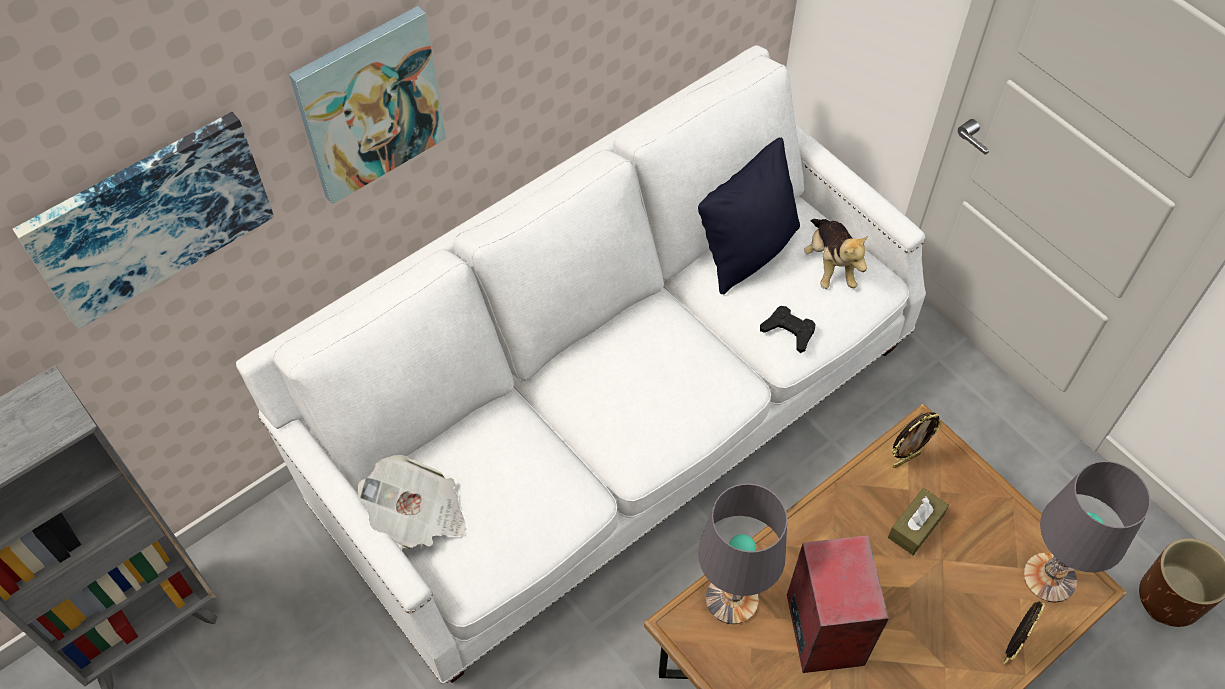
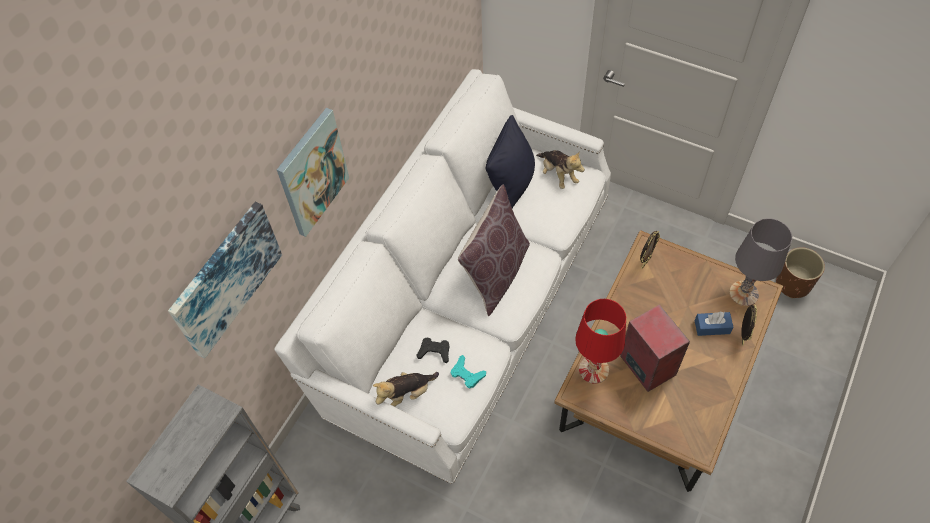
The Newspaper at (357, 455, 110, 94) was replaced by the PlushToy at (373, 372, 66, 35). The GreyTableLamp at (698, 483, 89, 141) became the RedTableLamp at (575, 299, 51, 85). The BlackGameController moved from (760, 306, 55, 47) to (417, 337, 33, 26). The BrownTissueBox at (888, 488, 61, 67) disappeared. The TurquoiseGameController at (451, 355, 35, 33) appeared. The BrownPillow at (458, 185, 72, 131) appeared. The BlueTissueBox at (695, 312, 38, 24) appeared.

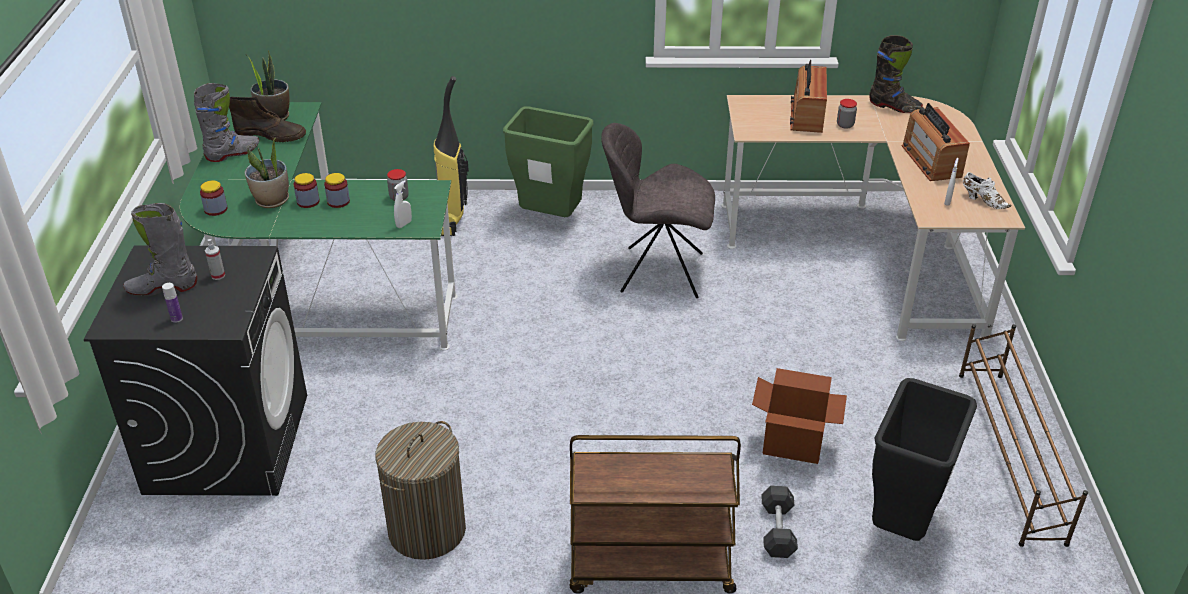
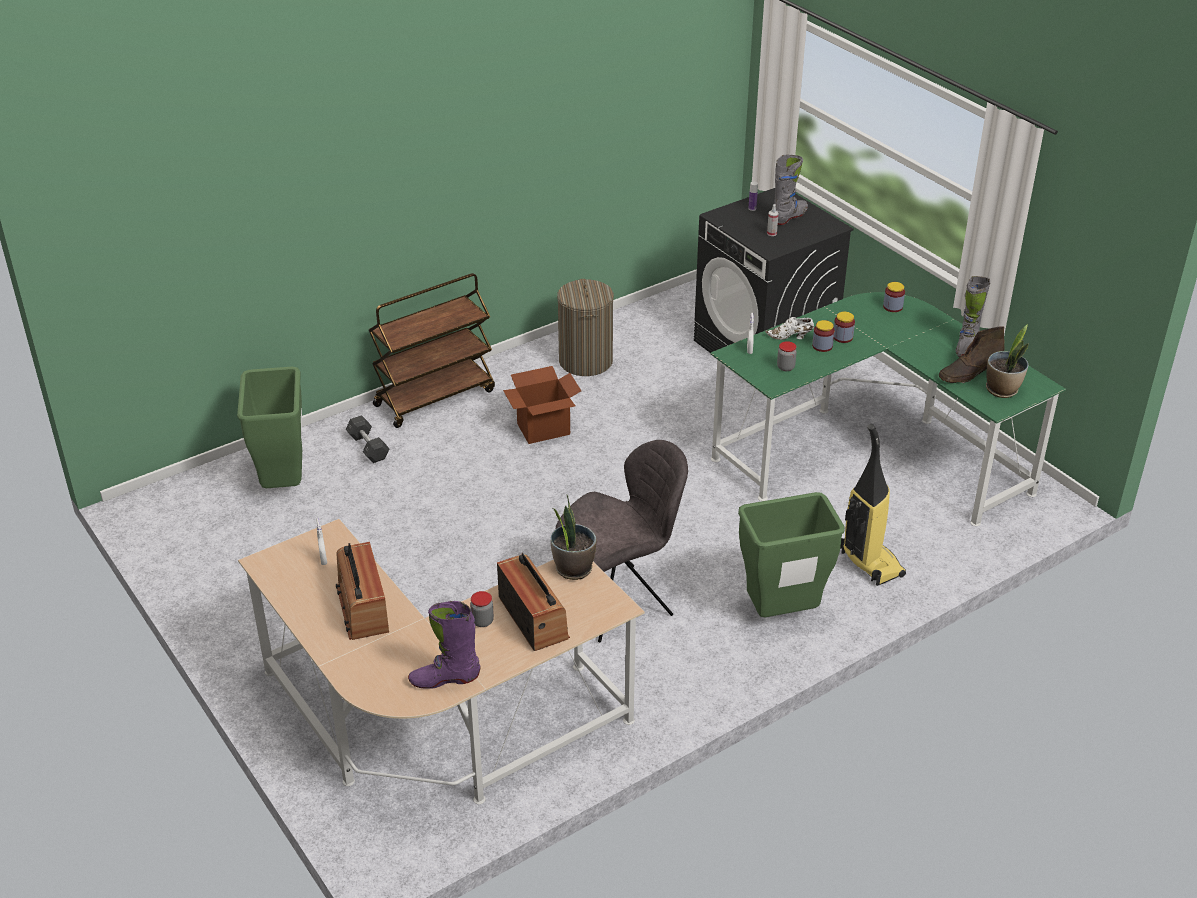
The PottedPlant moved from (245, 138, 44, 70) to (550, 495, 47, 85). The CardboardBox moved from (752, 368, 95, 96) to (503, 366, 78, 78). The BlackBoot at (869, 35, 54, 78) became the PurpleBoot at (408, 601, 73, 88). The BlackTrashCan at (872, 378, 105, 163) became the GreenTrashCan at (237, 367, 65, 121). The Radio at (902, 103, 68, 78) turned 150 degrees counterclockwise. The BrownShoeRack at (959, 324, 129, 223) disappeared. The WhiteShoe moved from (963, 172, 49, 37) to (765, 317, 49, 23).

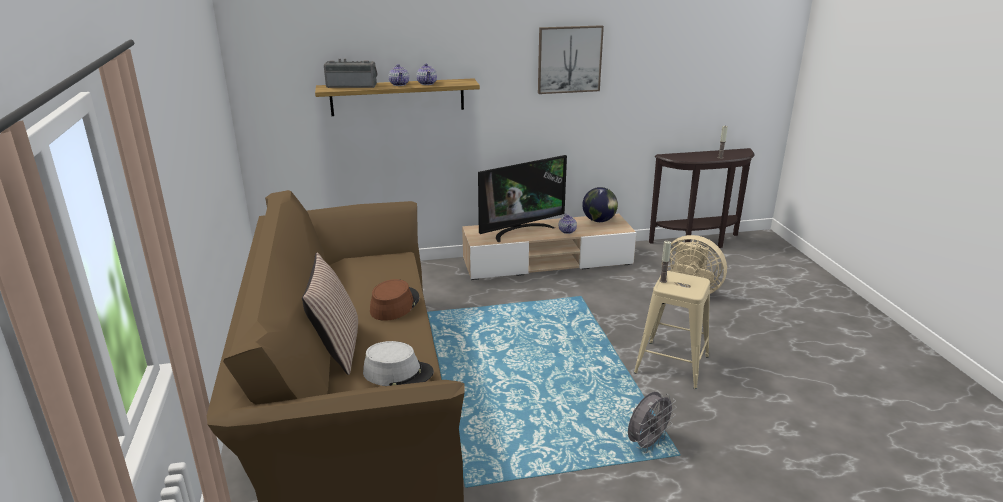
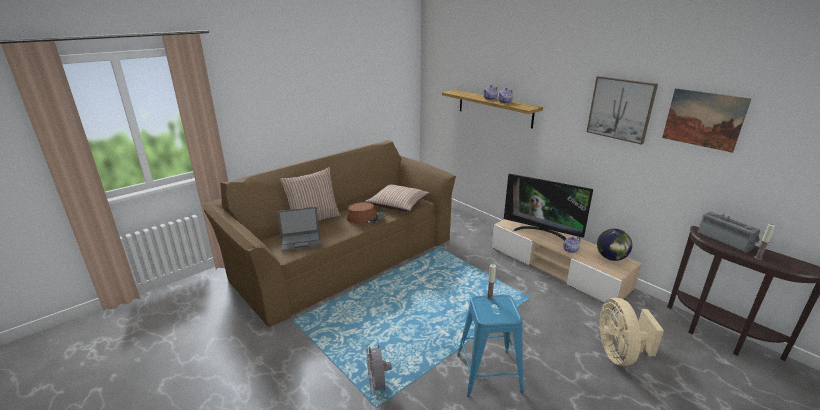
The Radio moved from (324, 59, 53, 29) to (698, 211, 62, 42). The GreyHat at (363, 341, 71, 45) was replaced by the Laptop at (277, 207, 45, 44). The GreyFan at (628, 392, 49, 61) turned 60 degrees clockwise. The BeigeStool at (634, 271, 76, 118) became the BlueStool at (457, 295, 67, 102). The Pillow at (365, 185, 64, 26) appeared. The Picture at (662, 88, 90, 65) appeared.

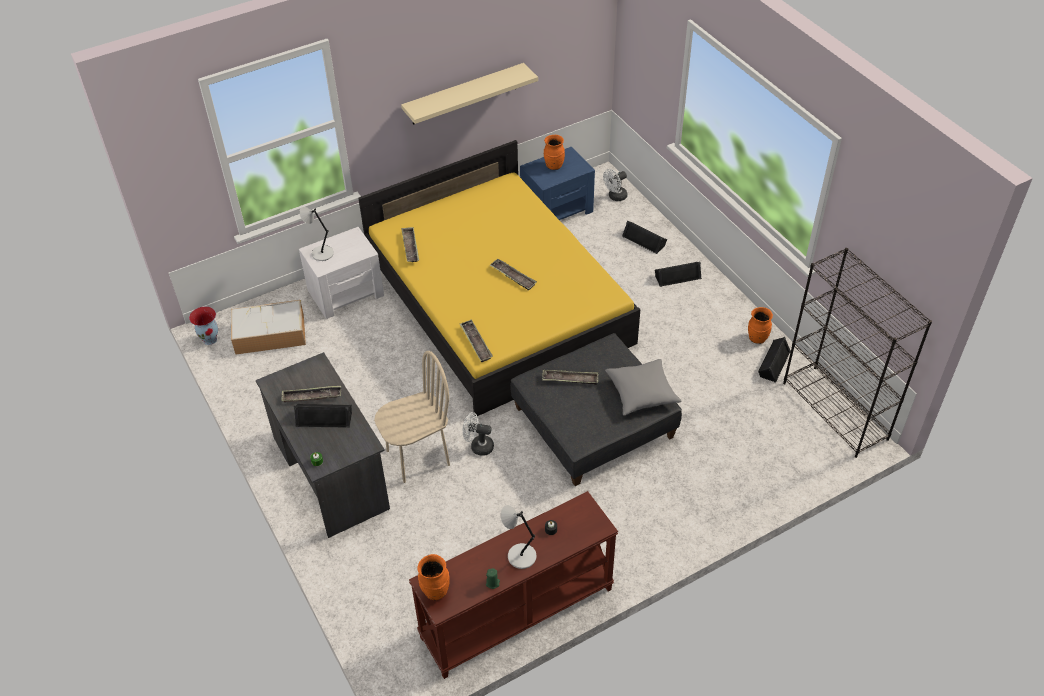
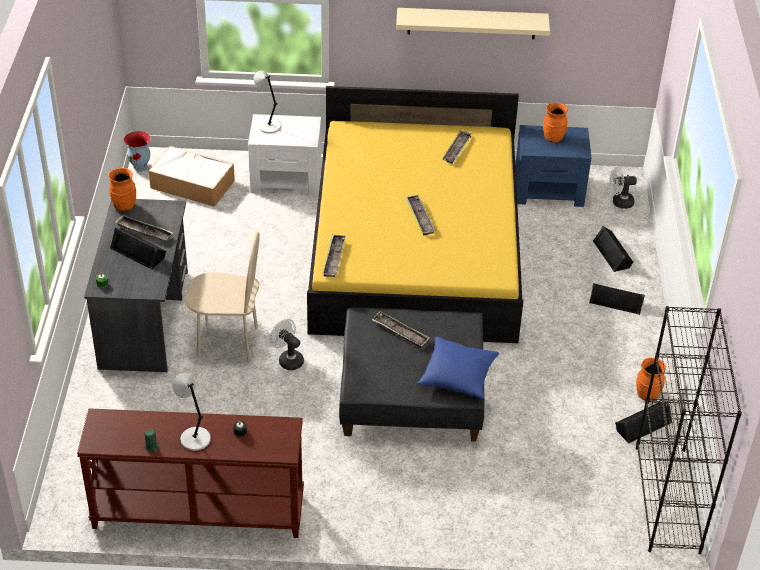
The Tray moved from (401, 227, 18, 35) to (442, 129, 30, 35). The OrangeVase moved from (417, 554, 33, 46) to (108, 168, 28, 43). The GreyPillow at (605, 359, 76, 57) became the BluePillow at (417, 337, 82, 62).

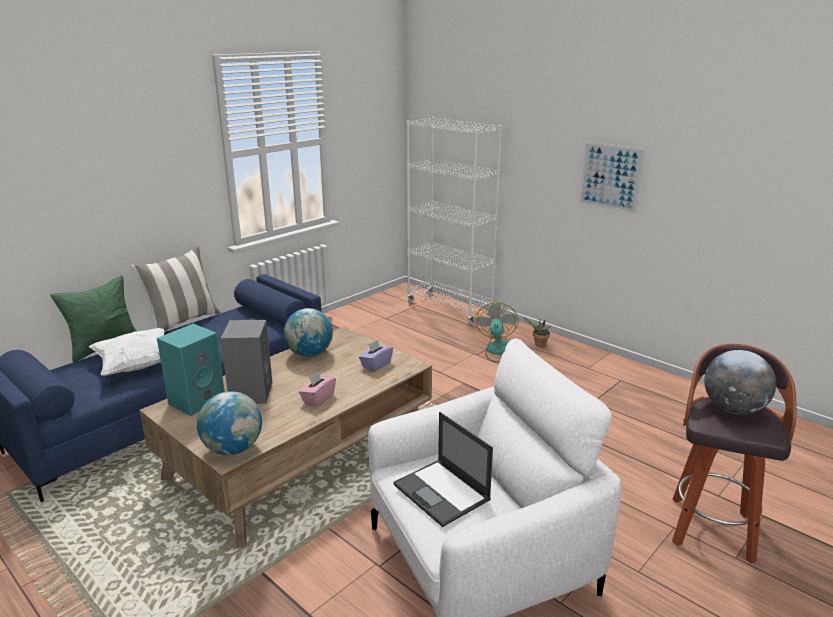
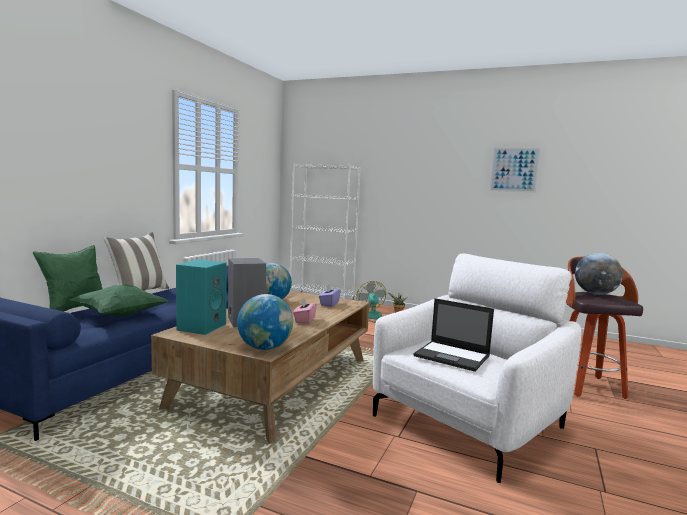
The WhitePillow at (89, 328, 75, 48) became the GreenPillow at (70, 284, 98, 33). The Picture moved from (579, 142, 66, 72) to (490, 147, 50, 46).

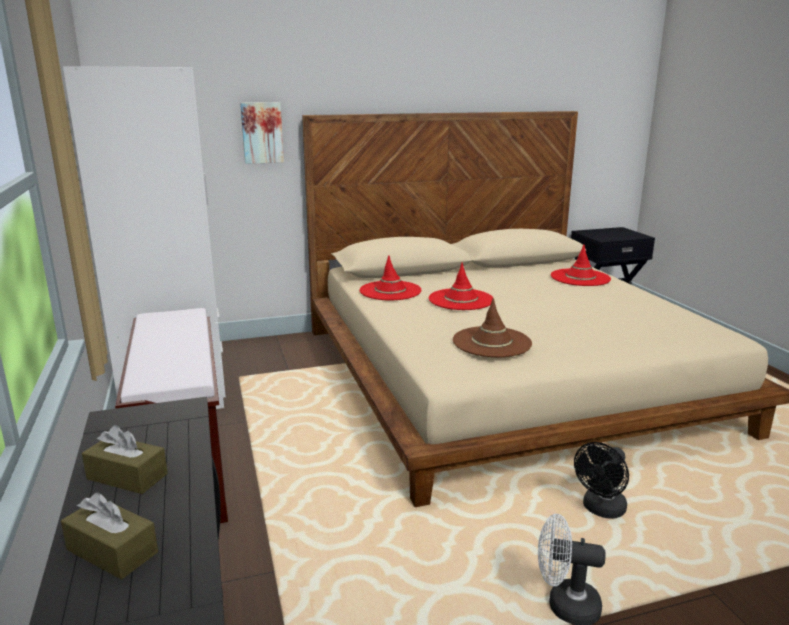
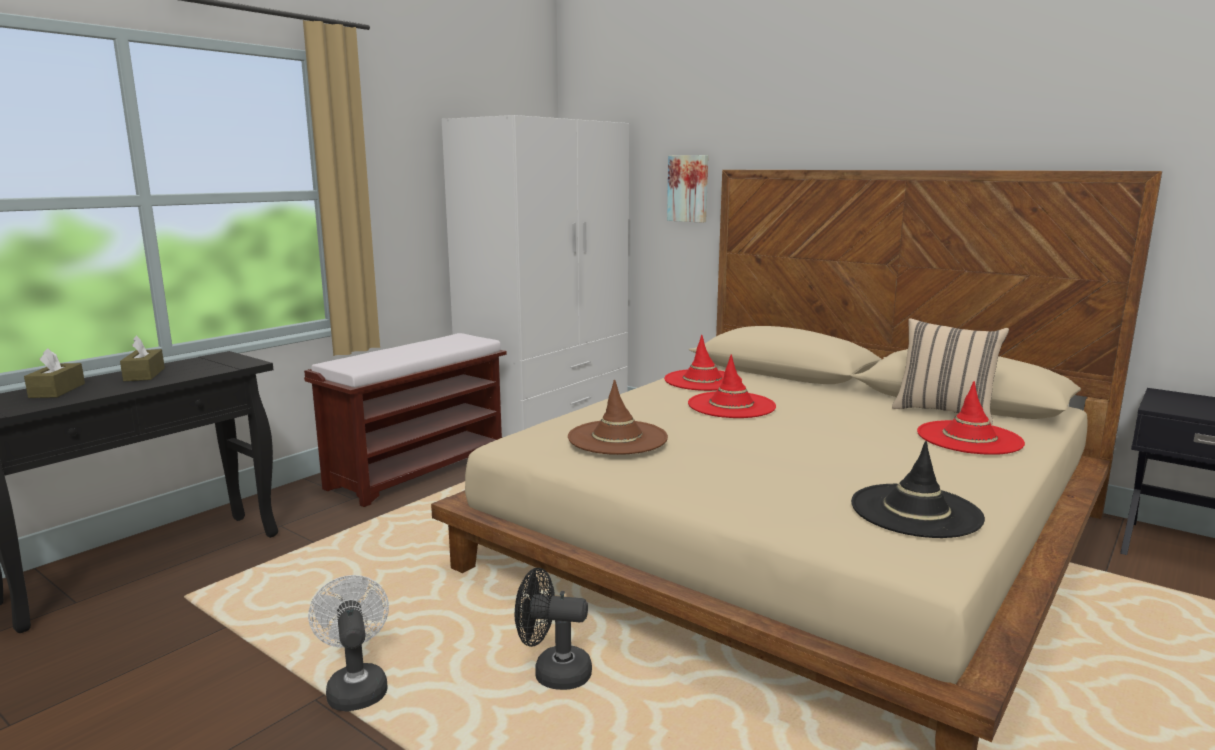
The BlackHat at (851, 441, 134, 97) appeared. The BeigePillow at (892, 318, 117, 106) appeared.

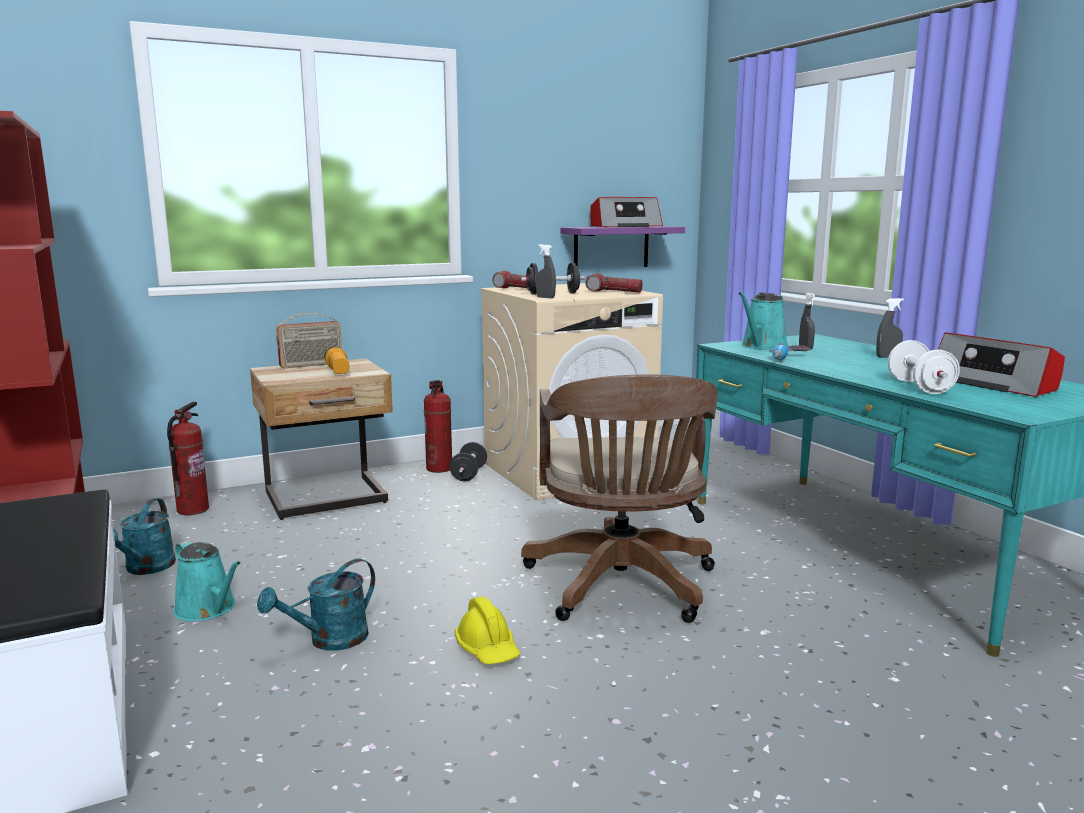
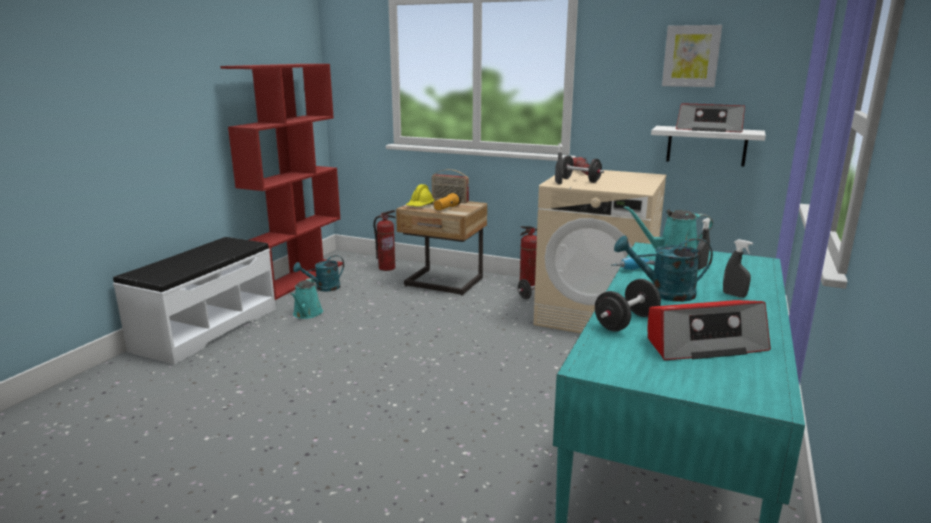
The TurquoiseWateringCan moved from (257, 558, 118, 93) to (614, 236, 99, 66). The YellowHardHat moved from (455, 596, 65, 68) to (406, 184, 29, 23). The BrownOfficeChair at (521, 374, 197, 249) disappeared. The PurpleShelf at (560, 226, 125, 41) became the WhiteShelf at (651, 126, 115, 40). The Flashlight at (586, 273, 57, 20) disappeared. The WhiteDumbbell at (888, 340, 72, 54) became the BlackDumbbell at (595, 279, 66, 52). The Radio at (938, 332, 127, 65) turned 120 degrees counterclockwise. The Picture at (662, 25, 60, 62) appeared.

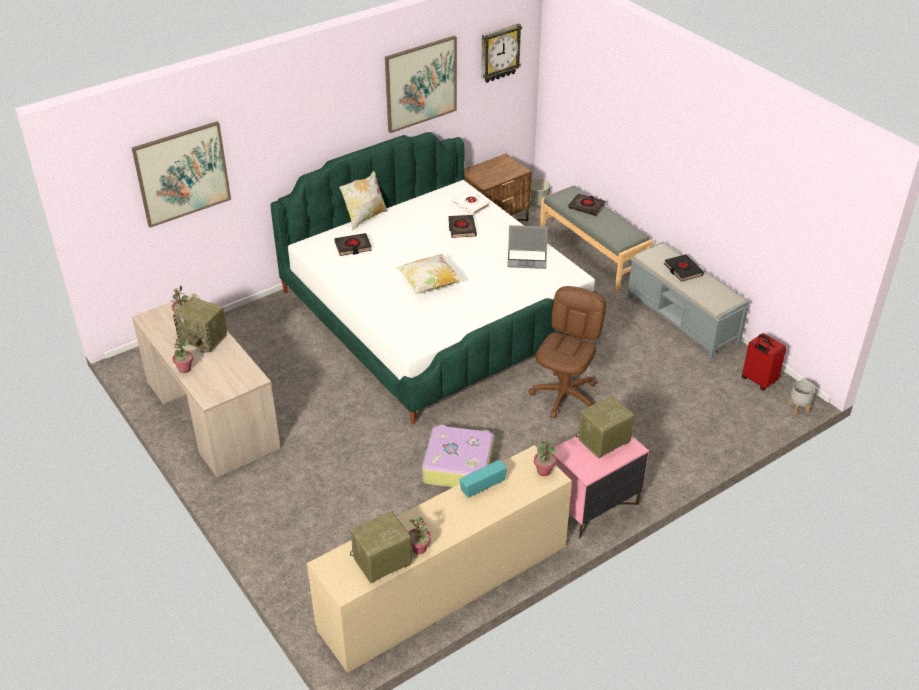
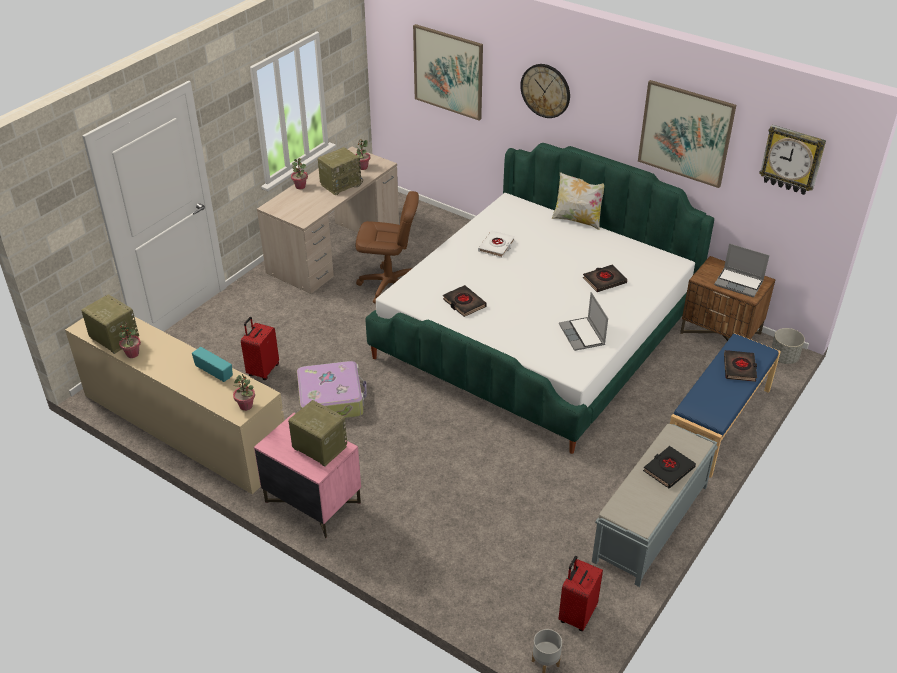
The Radio at (173, 297, 54, 56) turned 135 degrees counterclockwise. The BlackBook moved from (334, 233, 38, 23) to (443, 285, 44, 32). The Pillow at (396, 254, 68, 40) disappeared. The WhiteBook moved from (451, 191, 39, 24) to (478, 230, 37, 28). The BrownOfficeChair moved from (529, 286, 77, 132) to (356, 191, 63, 113). The GreyBench at (540, 185, 113, 107) became the BlueBench at (670, 333, 111, 145). The RedSuitcase at (241, 317, 38, 63) appeared. The WallClock at (520, 64, 50, 54) appeared. The Laptop at (714, 244, 56, 53) appeared.

